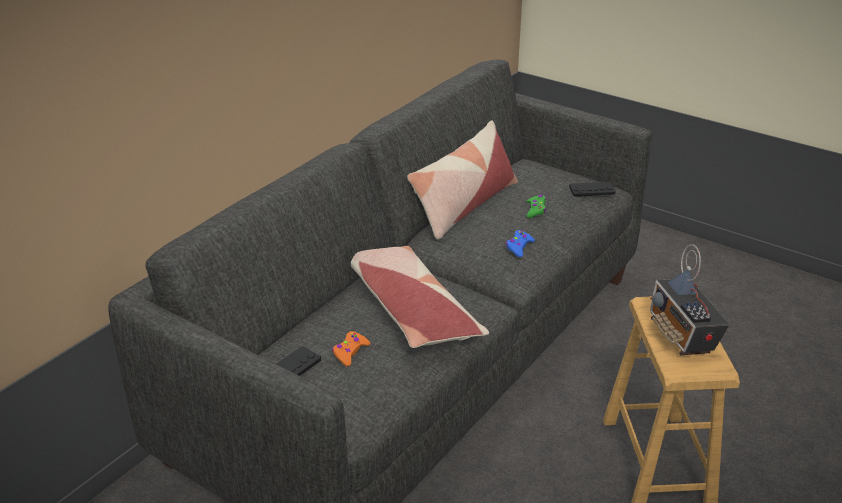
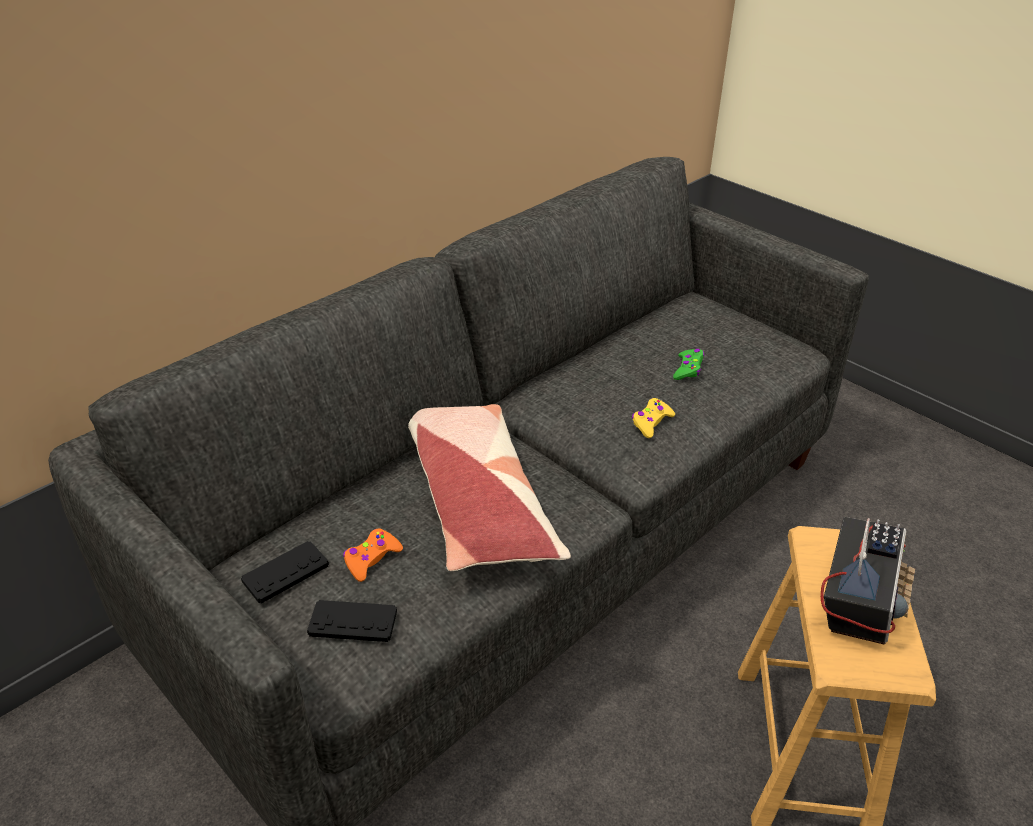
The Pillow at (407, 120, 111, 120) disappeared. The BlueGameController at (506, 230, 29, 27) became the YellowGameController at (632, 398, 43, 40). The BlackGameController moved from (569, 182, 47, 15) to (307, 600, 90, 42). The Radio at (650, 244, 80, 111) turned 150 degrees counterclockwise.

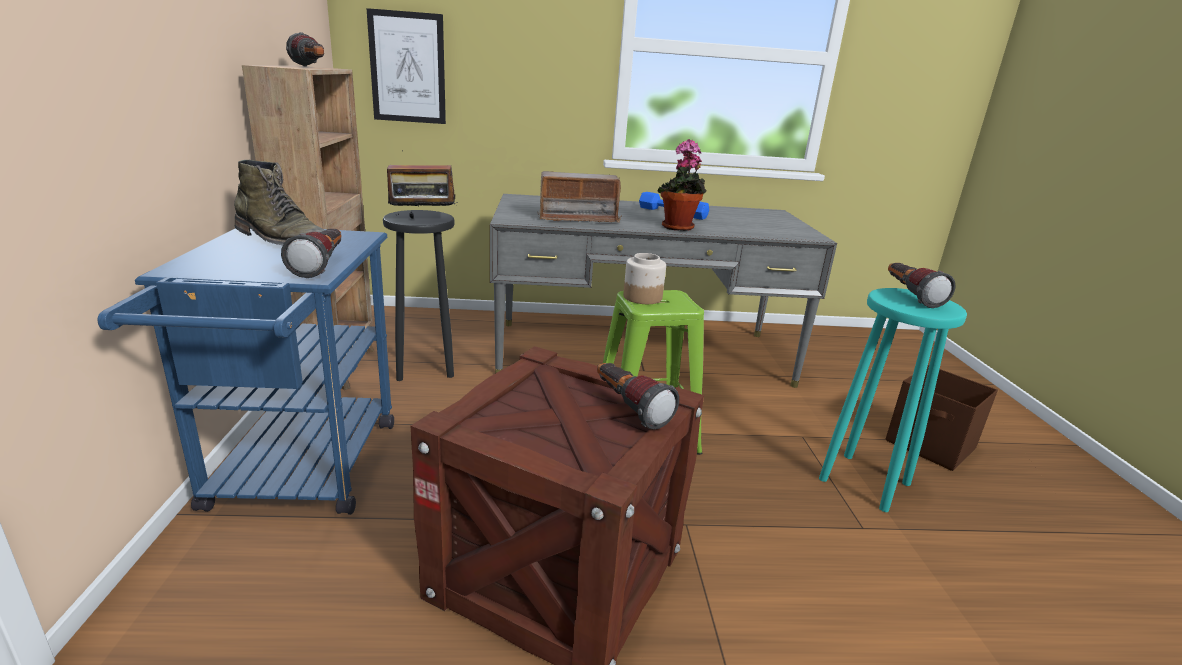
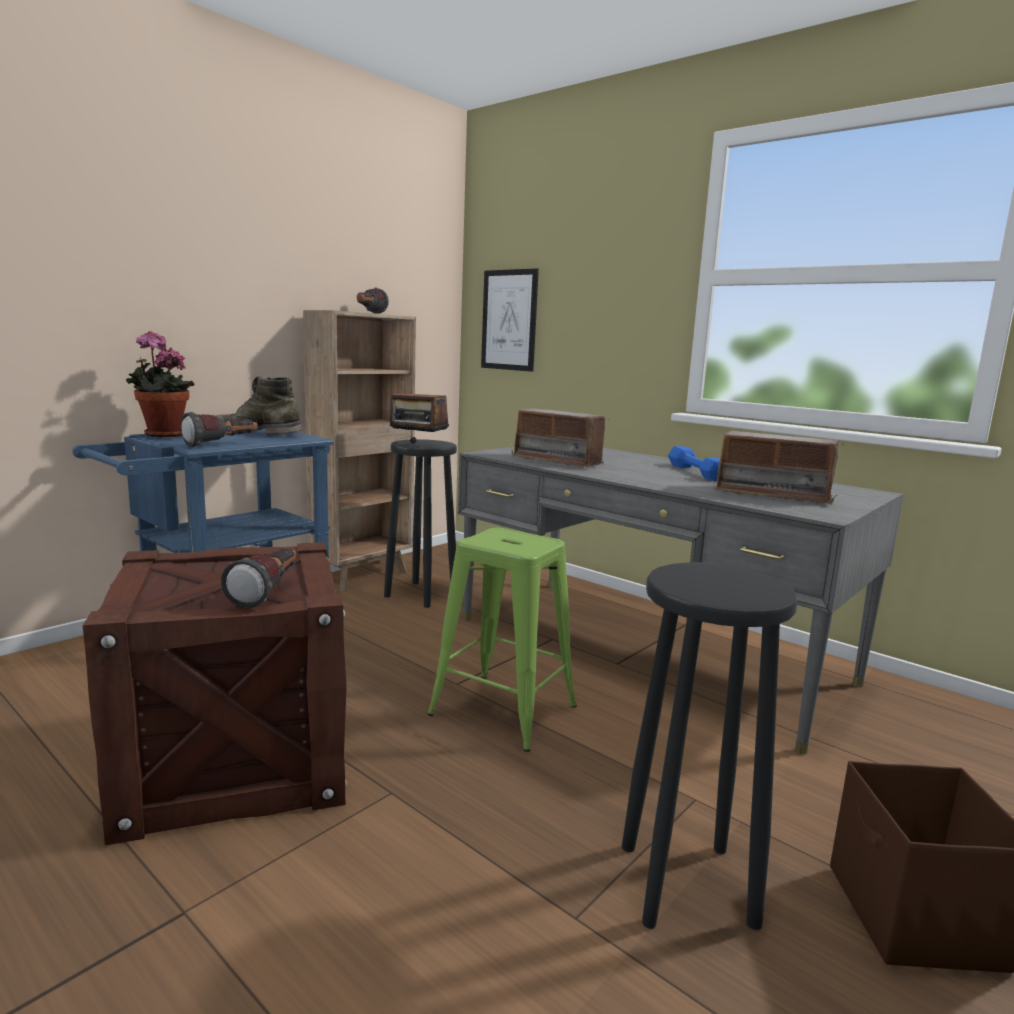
The GreenBoot at (234, 160, 91, 85) turned 120 degrees clockwise. The Jar at (623, 253, 43, 51) disappeared. The PottedPlant moved from (658, 139, 49, 92) to (126, 331, 69, 106). The TurquoiseStool at (819, 288, 148, 224) became the BlackStool at (622, 562, 175, 368). The Flashlight at (888, 263, 68, 45) disappeared. The Radio at (712, 430, 132, 75) appeared.

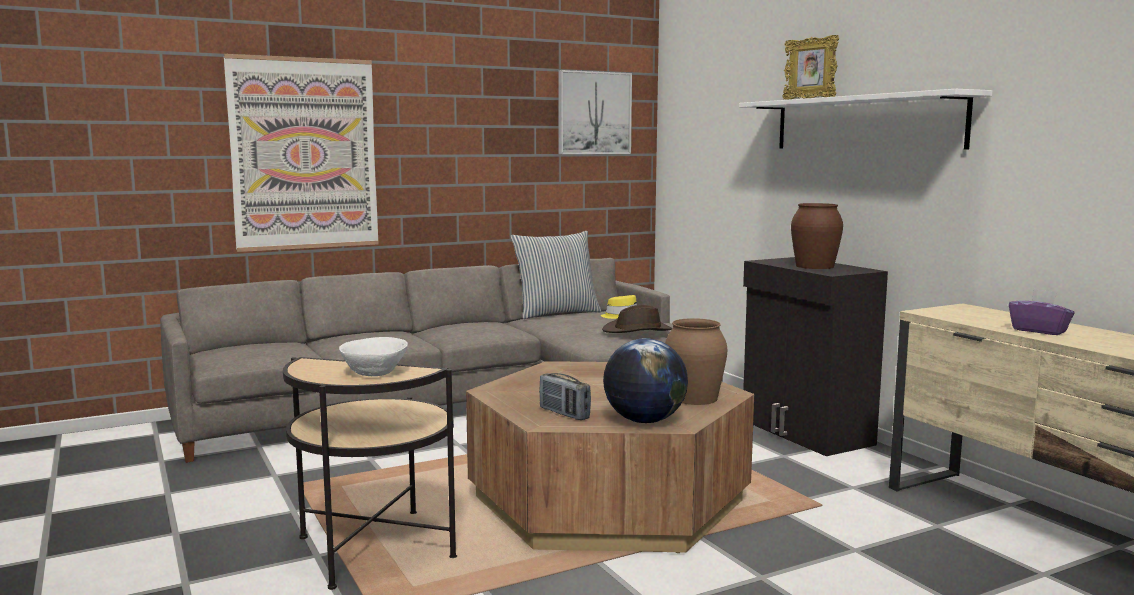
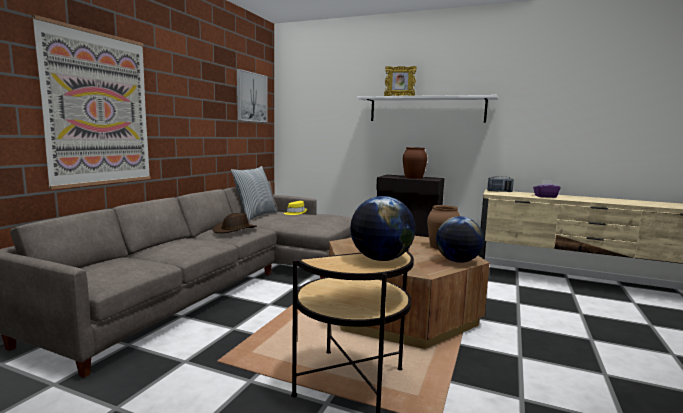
The WhiteBowl at (339, 337, 69, 39) was replaced by the Globe at (350, 196, 65, 65). The Radio moved from (539, 373, 52, 47) to (488, 176, 26, 16). The BrownHat moved from (602, 305, 70, 28) to (213, 213, 44, 20).

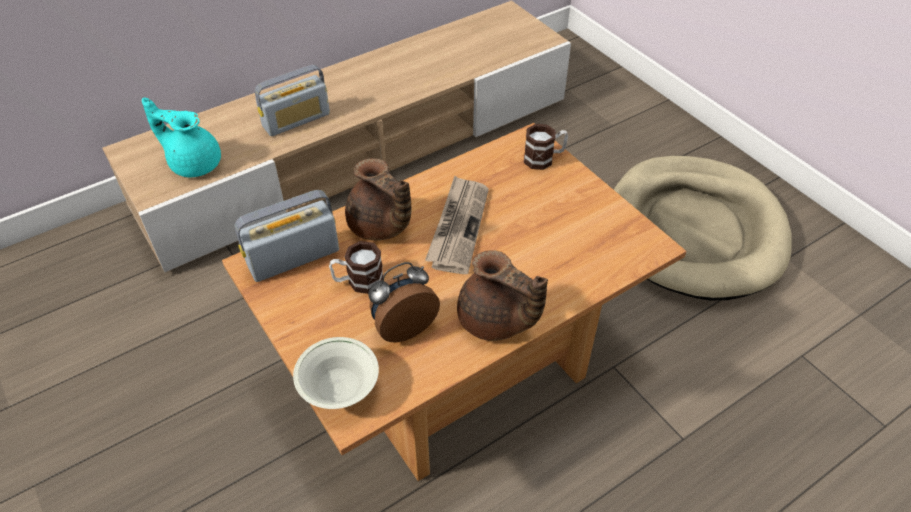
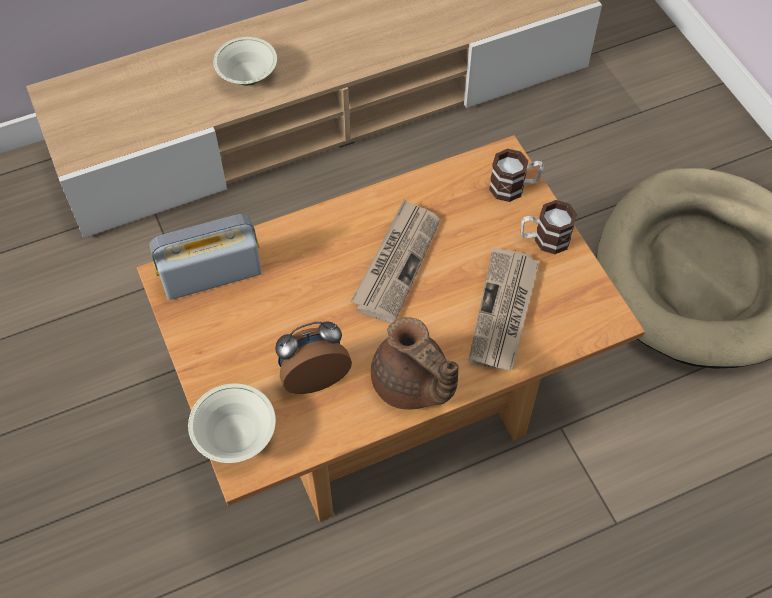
The TurquoiseTeapot at (142, 97, 79, 81) disappeared. The Radio at (255, 65, 75, 71) was replaced by the WhiteBowl at (213, 37, 64, 48). The Mug moved from (329, 241, 54, 53) to (521, 200, 56, 54). The BrownTeapot at (345, 158, 66, 82) disappeared. The Newspaper at (468, 248, 71, 122) appeared.

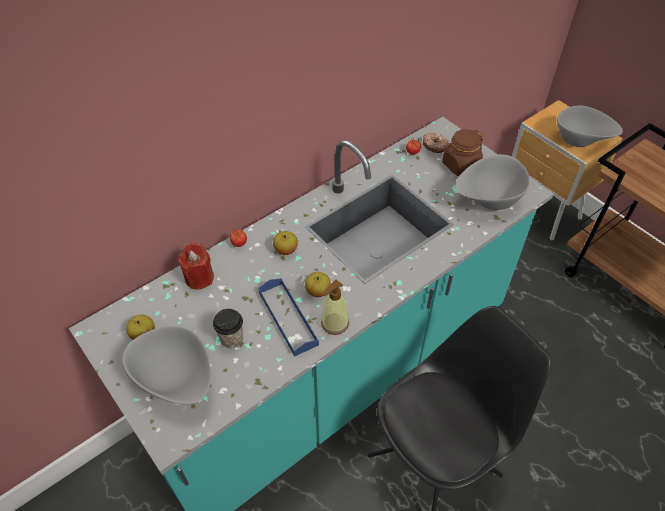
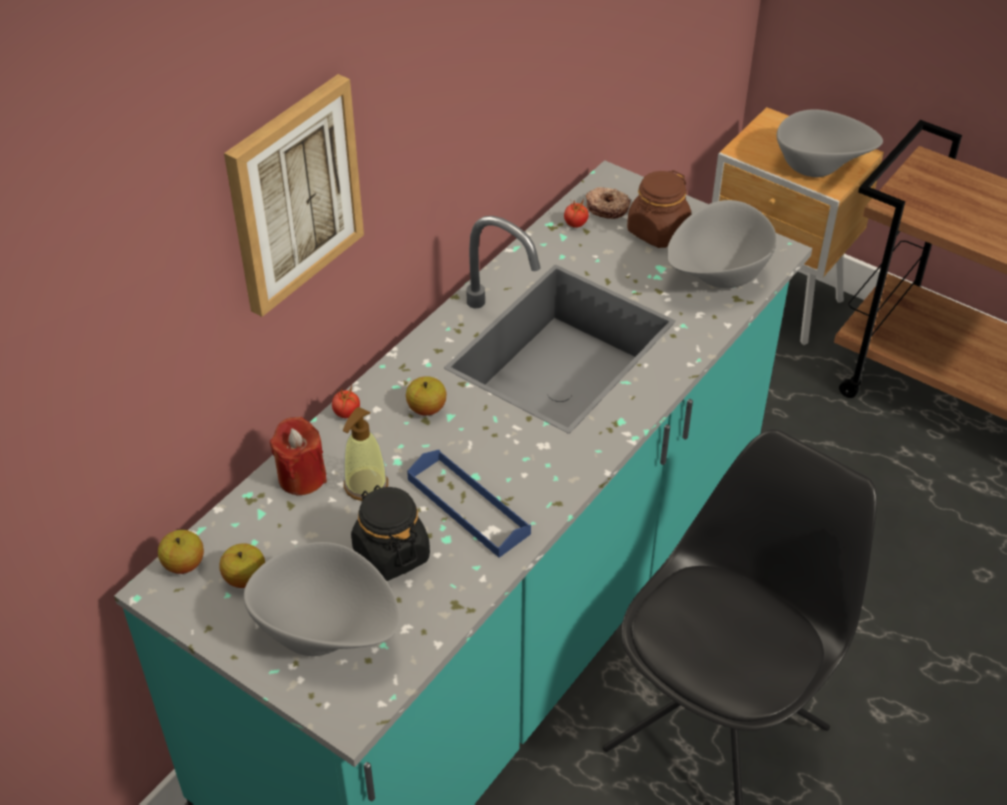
The Cup at (213, 309, 30, 39) was replaced by the BlackJar at (351, 485, 79, 96). The Apple moved from (305, 272, 26, 25) to (158, 530, 46, 44). The SoapDispenser moved from (321, 280, 28, 55) to (343, 407, 45, 94). The Picture at (224, 74, 140, 243) appeared.

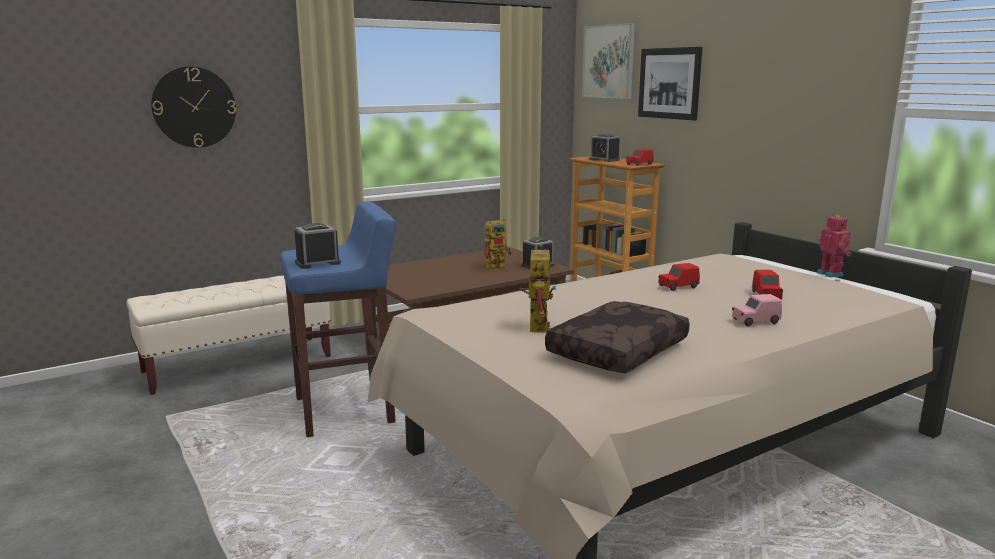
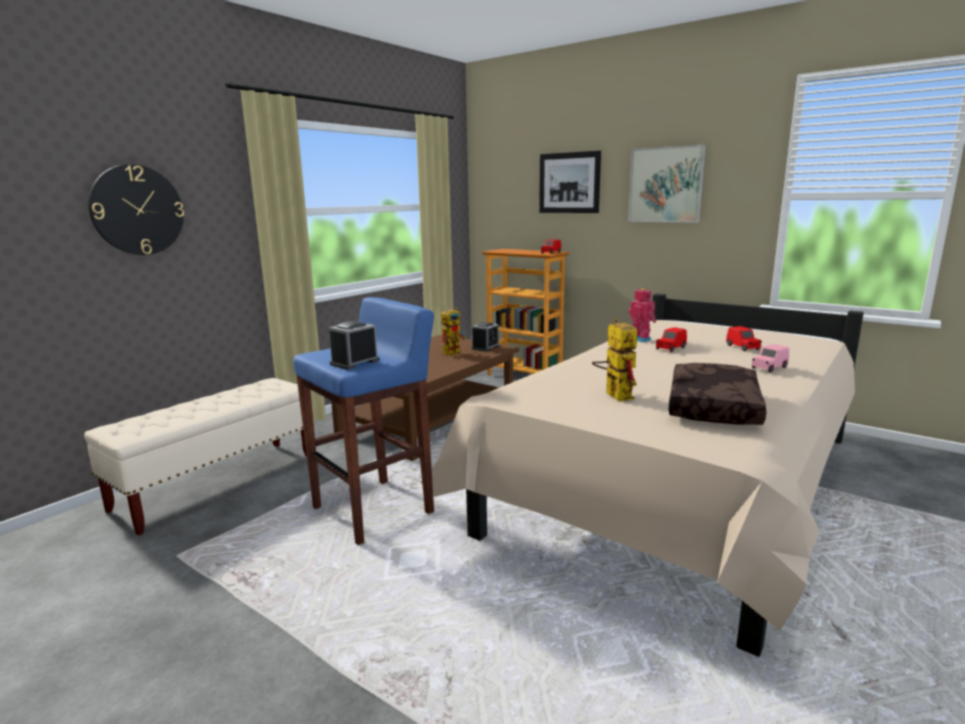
The Picture moved from (582, 23, 53, 76) to (628, 145, 78, 78). The AlarmClock at (589, 134, 31, 28) disappeared. The ToyRobot moved from (817, 214, 34, 64) to (628, 288, 29, 54).

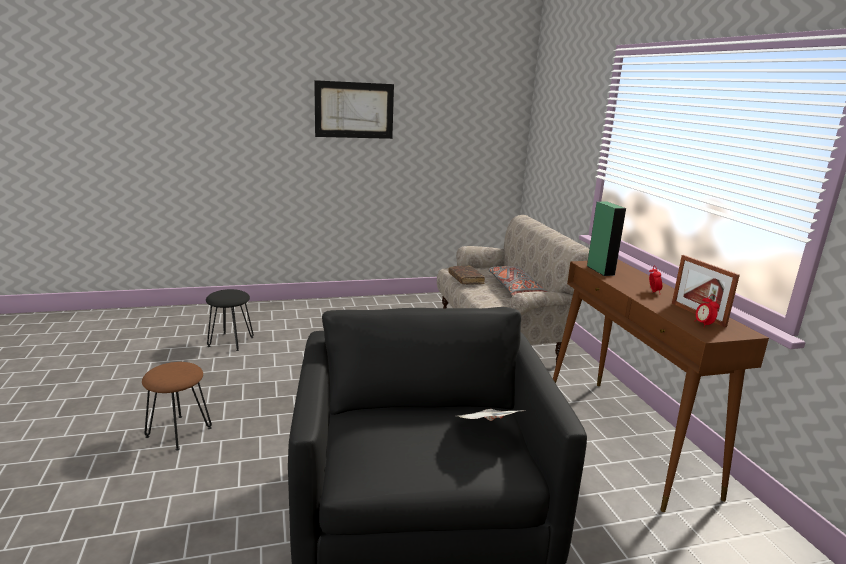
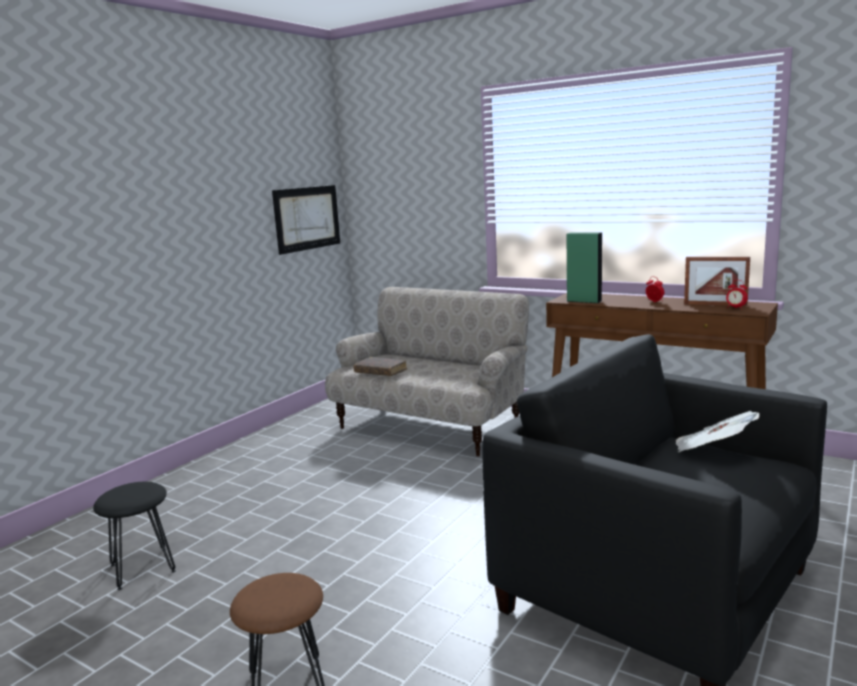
The Picture moved from (314, 80, 80, 59) to (272, 185, 68, 70). The GreyPillow at (488, 266, 60, 30) disappeared.

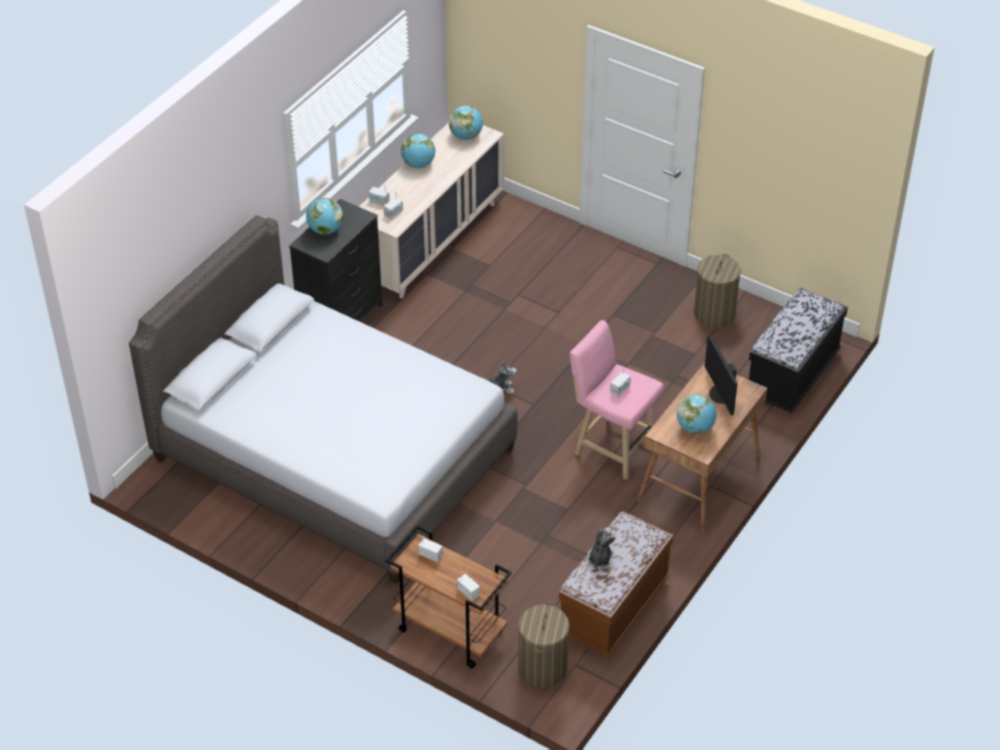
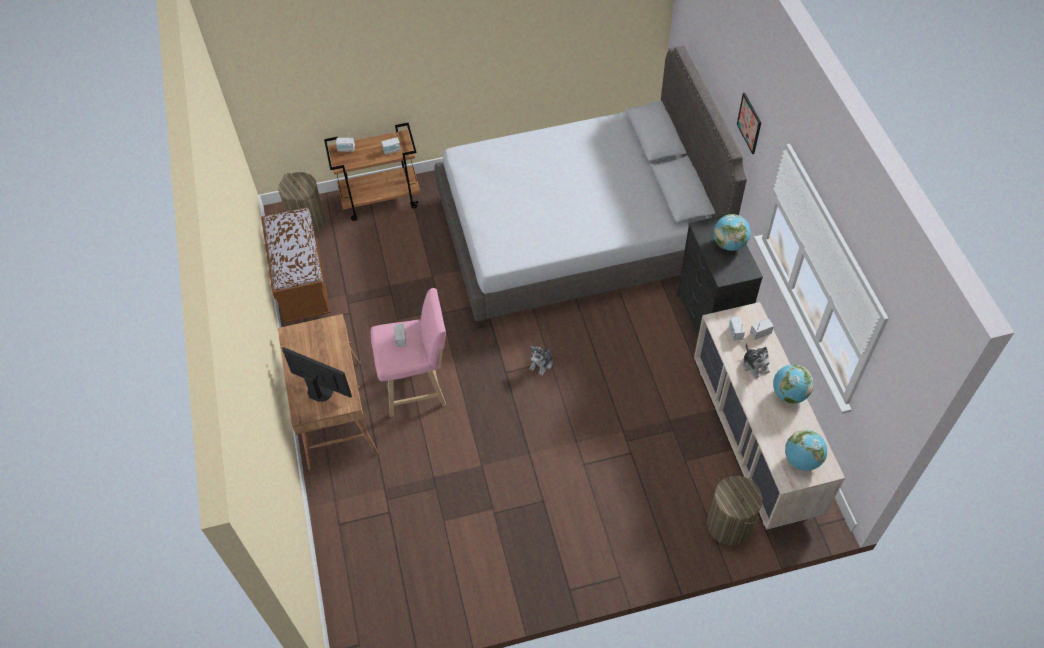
The PlushToy moved from (587, 527, 29, 42) to (743, 343, 27, 36). The Globe at (677, 395, 40, 39) disappeared. The LaundryBasket moved from (694, 254, 47, 74) to (707, 474, 56, 71). The BlackBench at (749, 288, 99, 125) disappeared. The Picture at (737, 93, 24, 61) appeared.

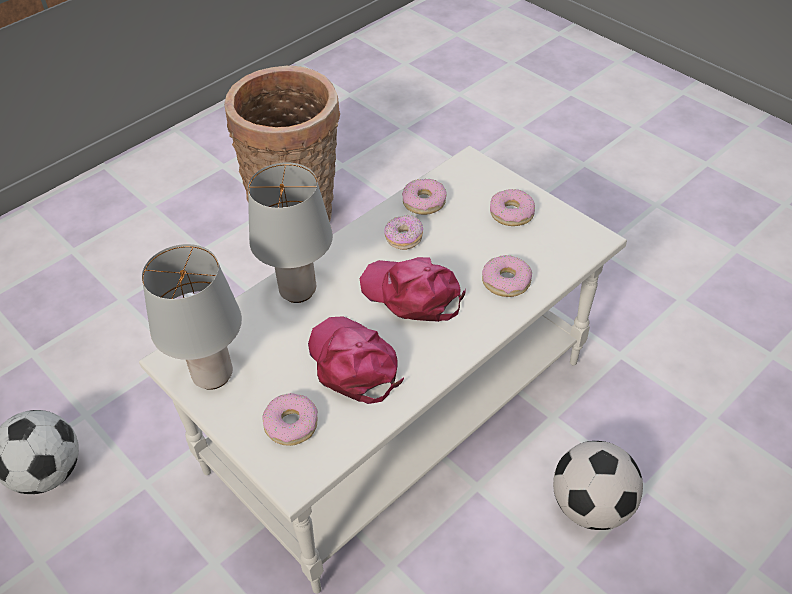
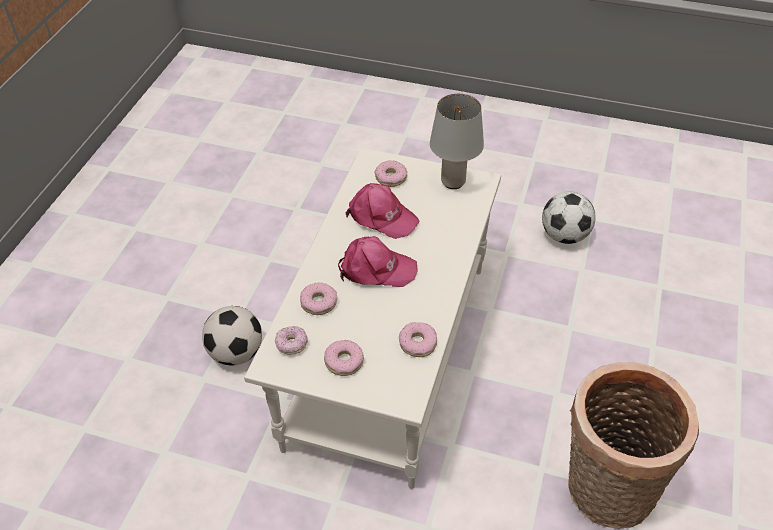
The GreyTableLamp at (248, 162, 85, 141) disappeared. The Donut moved from (384, 215, 39, 35) to (275, 326, 33, 29).

